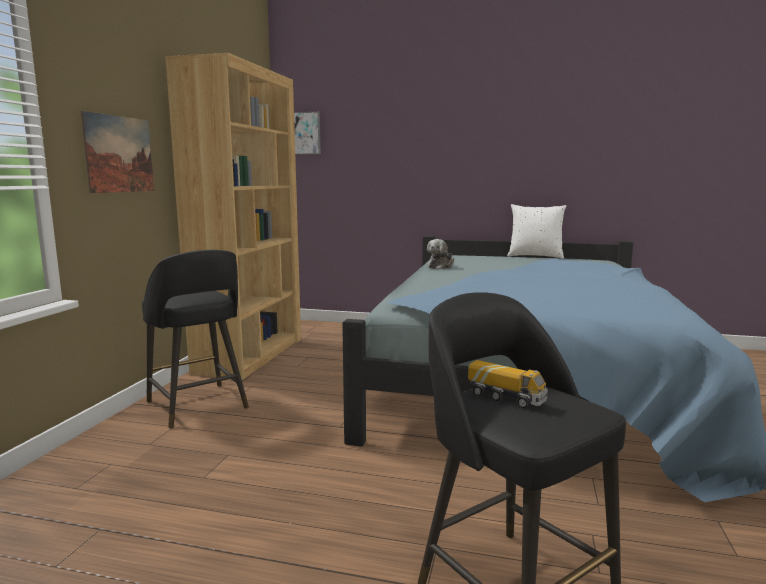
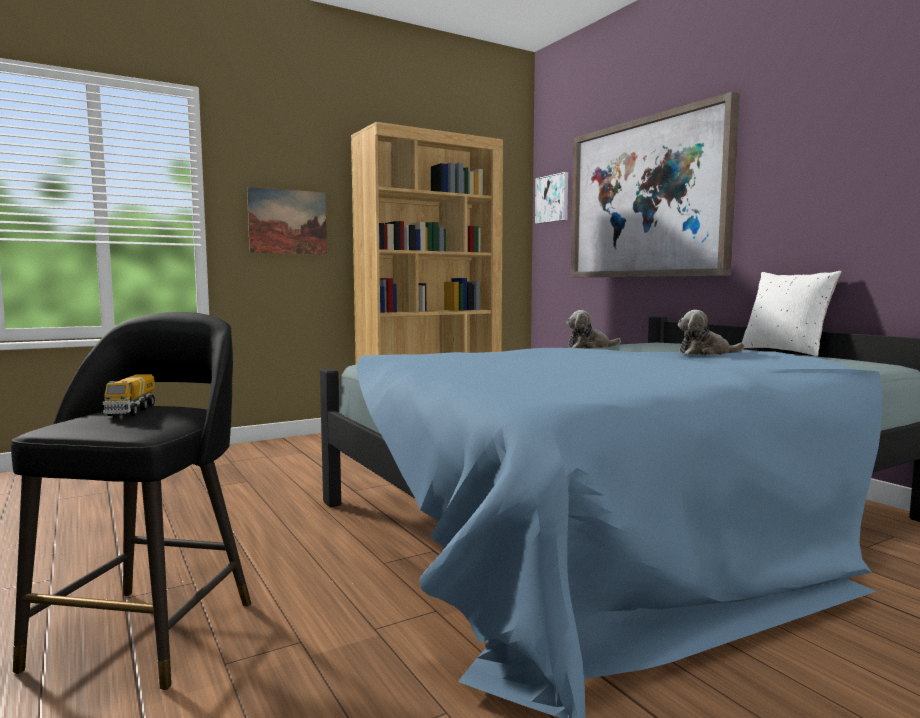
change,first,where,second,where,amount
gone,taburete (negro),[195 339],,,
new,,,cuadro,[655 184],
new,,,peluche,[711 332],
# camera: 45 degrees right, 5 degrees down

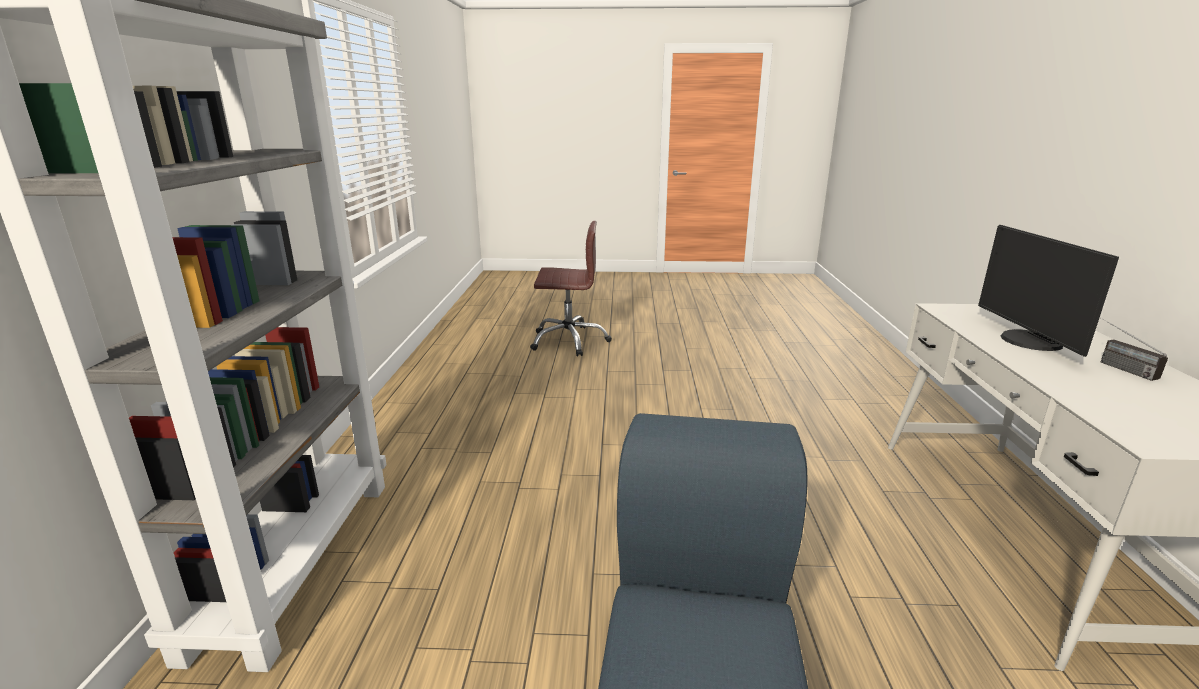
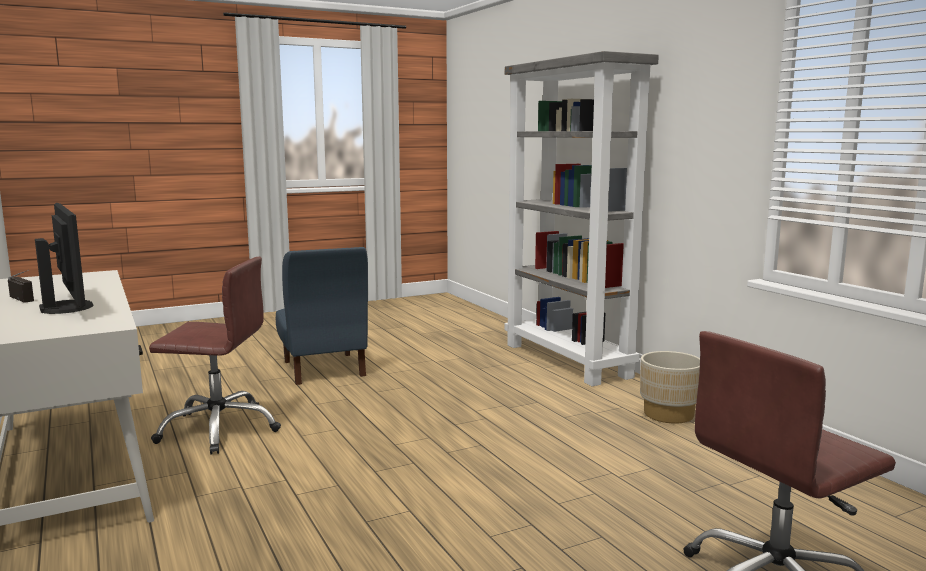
change,first,where,second,where,amount
new,,,silla de oficina (marrón),[215 355],
new,,,maceta (beis),[670 387],
# camera: 150 degrees right, 10 degrees down

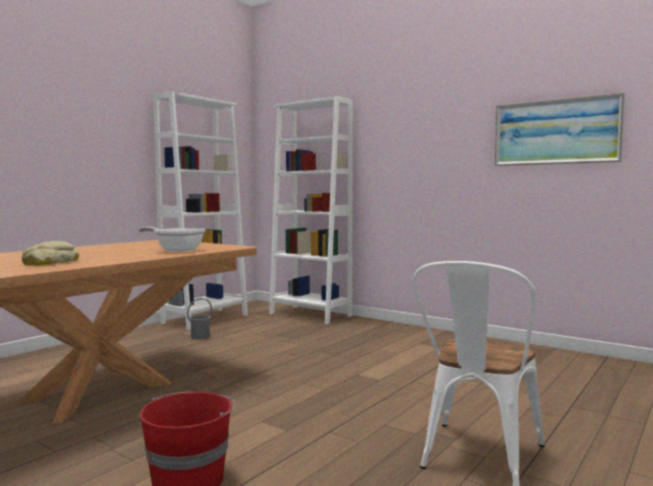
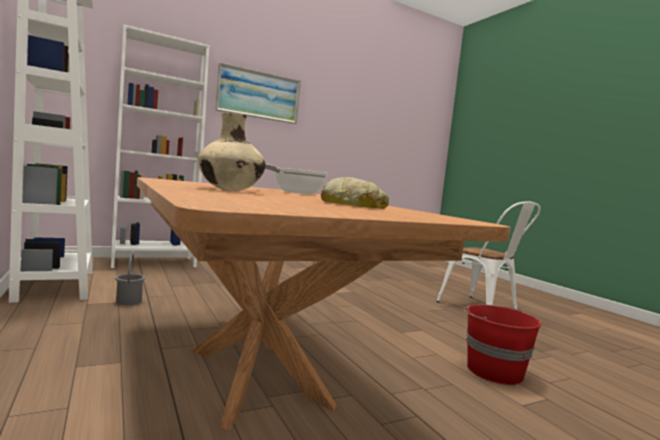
change,first,where,second,where,amount
new,,,florero (beis),[232 152],
shifted,cuadro,[560 129],,[258 93],
# camera: 65 degrees left, 0 degrees up

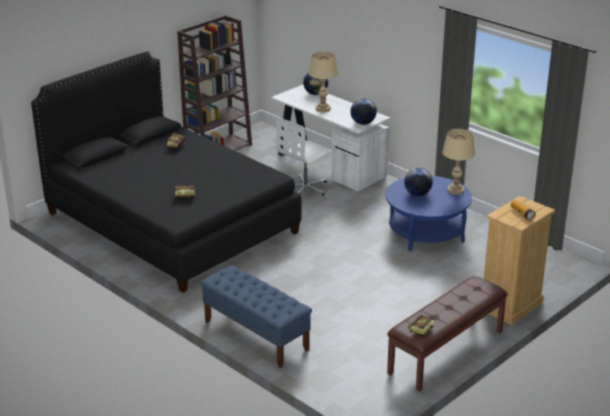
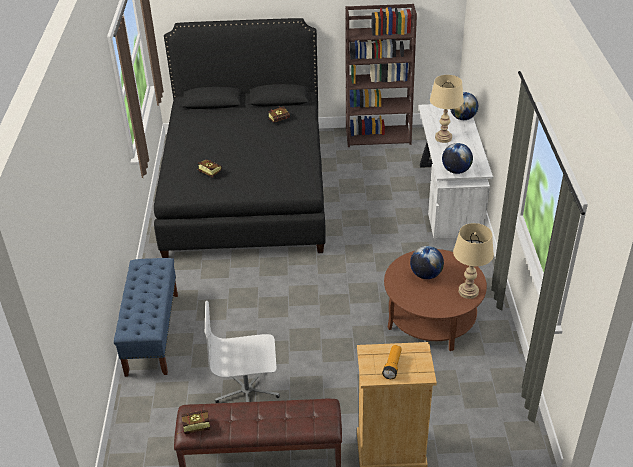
change,first,where,second,where,amount
shifted,silla de oficina (blanco),[304 156],,[242 352],
repainted,mesa de centro (azul),[428 213],mesa de centro (marrón),[435 300],
# camera: 45 degrees right, 10 degrees up

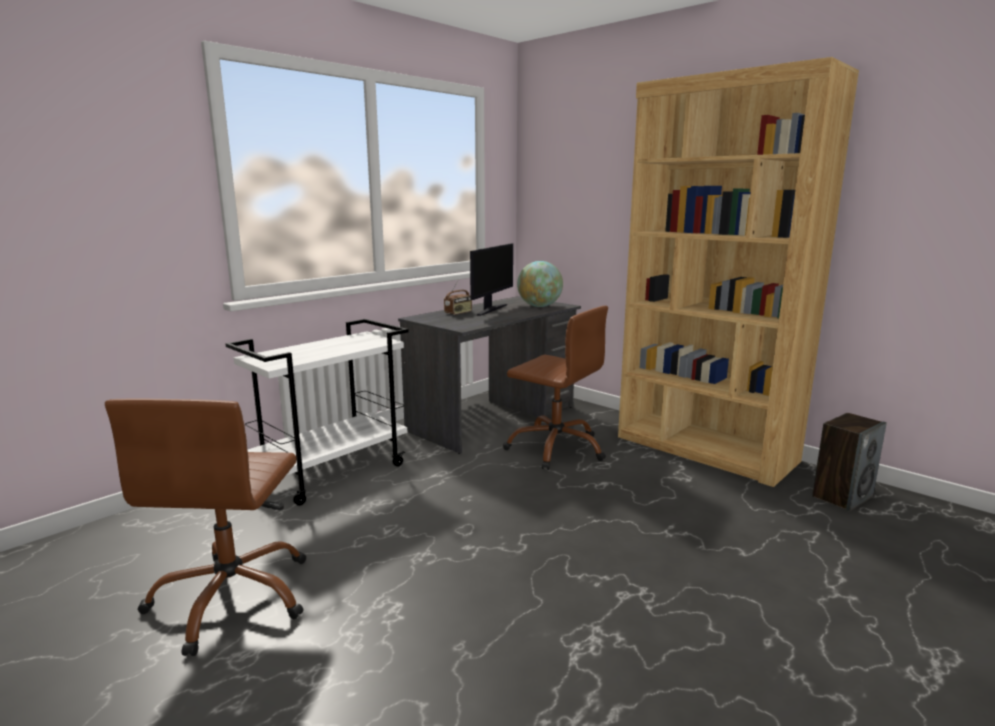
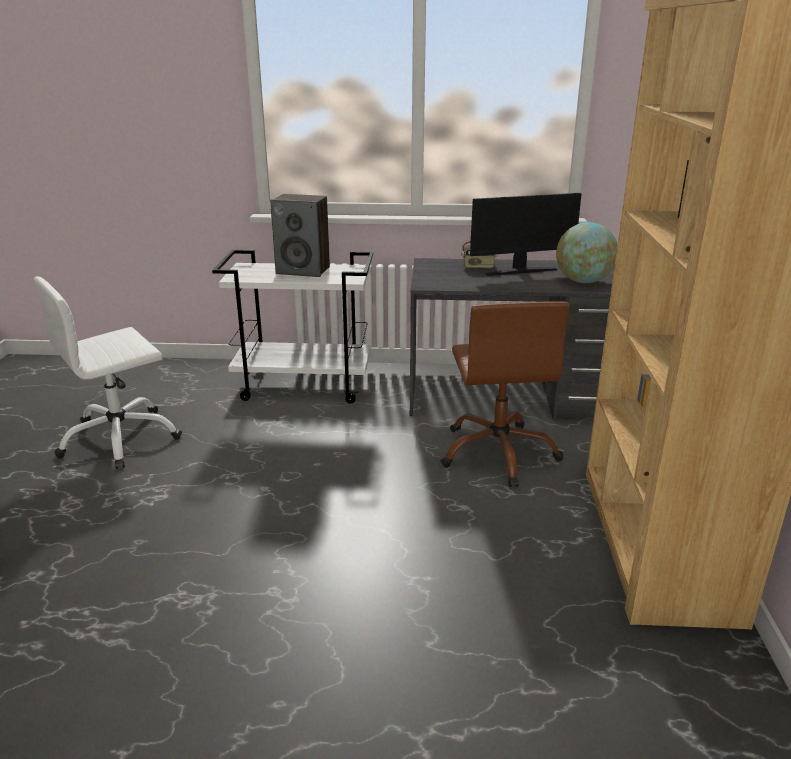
change,first,where,second,where,amount
shifted,altavoz,[849 462],,[300 235],
repainted,silla de oficina (marrón),[205 527],silla de oficina (blanco),[108 372],
# camera: 50 degrees right, 10 degrees up

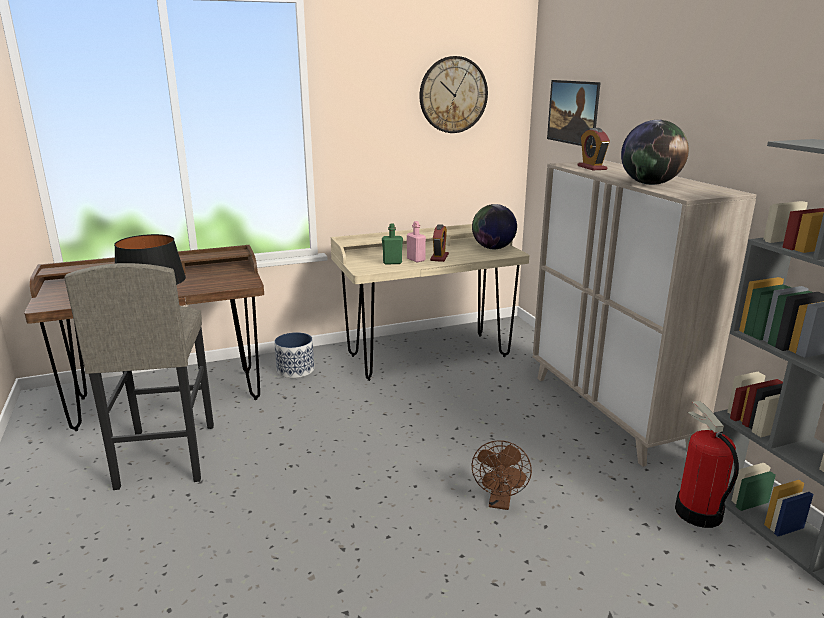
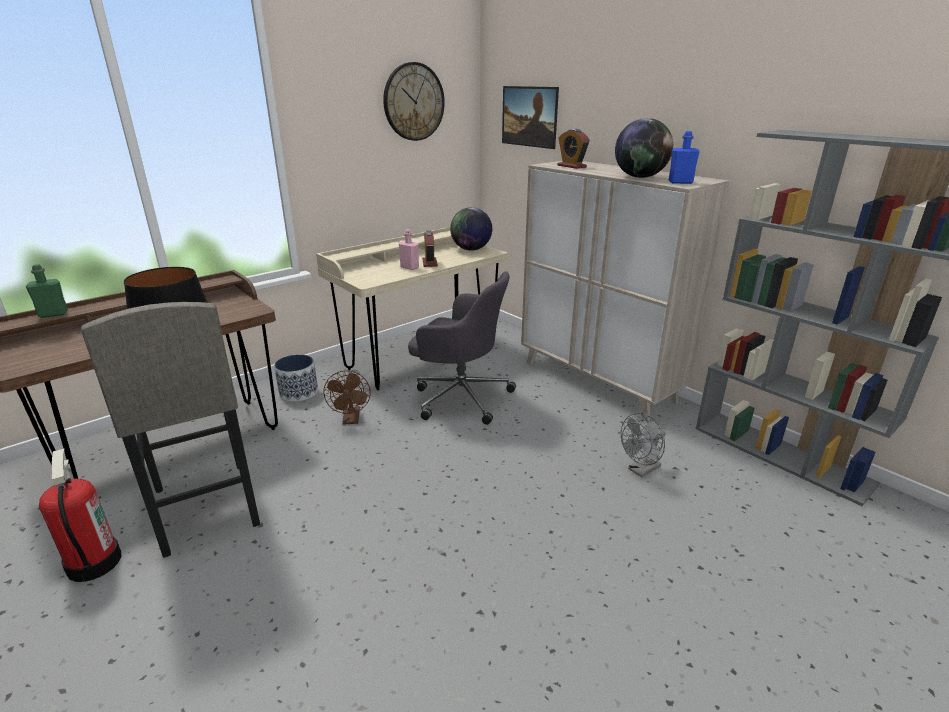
change,first,where,second,where,amount
new,,,silla de oficina (gris),[462 348],
new,,,ventilador (gris),[643 445],
new,,,botella (azul),[684 157],
shifted,botella (verde),[392 244],,[47 291],
shifted,ventilador (marrón),[501 475],,[347 397],
shifted,extintor,[707 464],,[80 515],
# camera: 20 degrees left, 5 degrees up

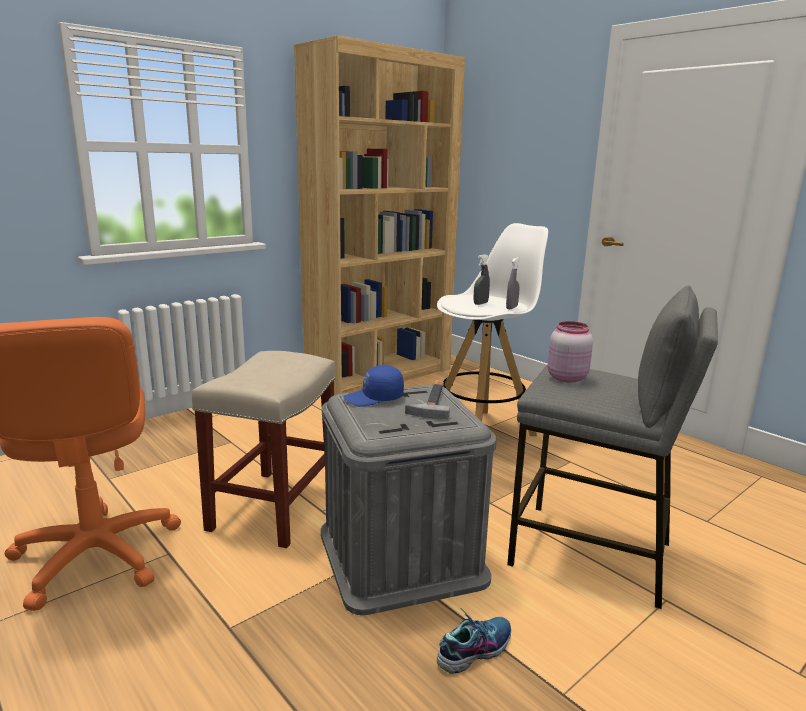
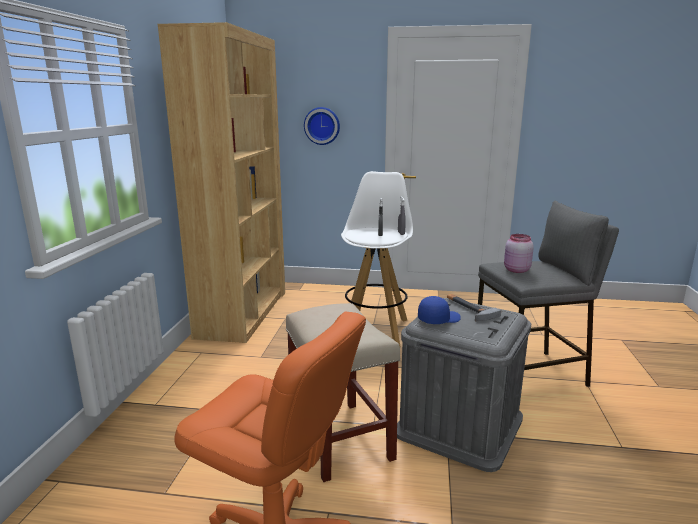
change,first,where,second,where,amount
gone,zapato,[474 641],,,
new,,,reloj de pared,[322 126],
rotated,gorra (azul),[374 386],,[439 310],150 degrees counterclockwise
# camera: 40 degrees left, 0 degrees up

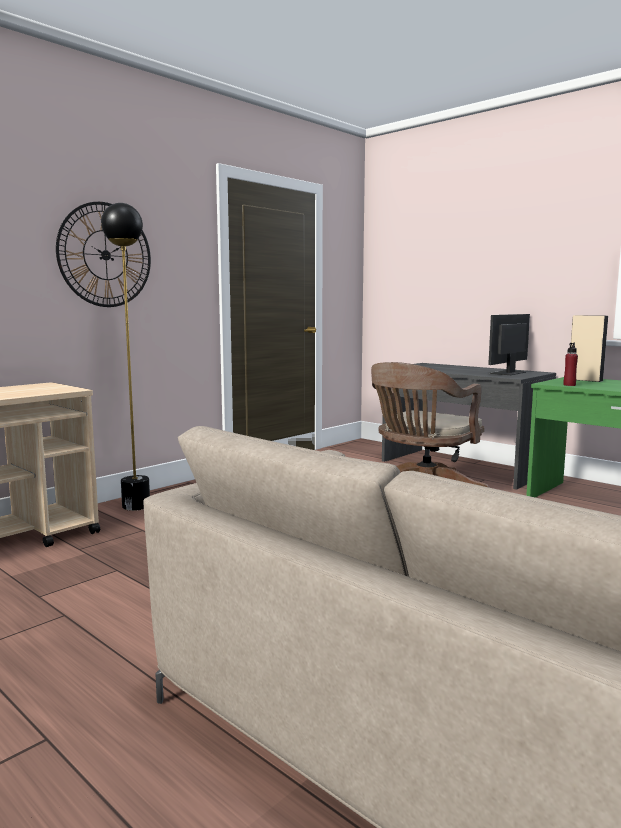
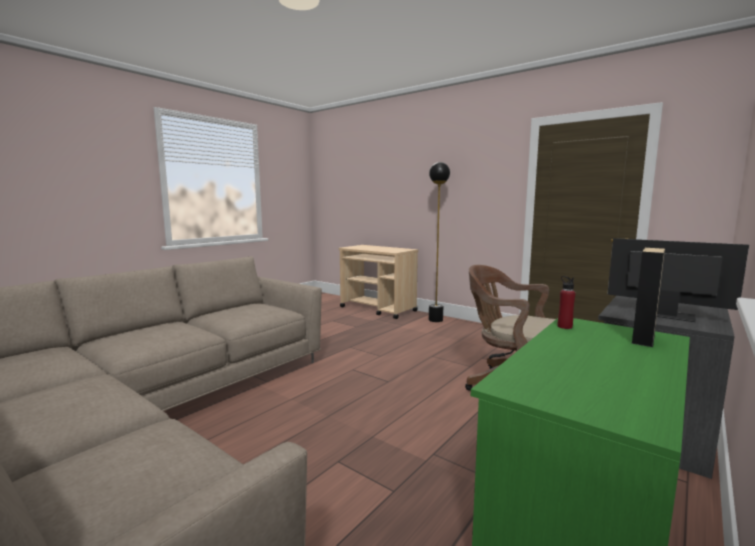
change,first,where,second,where,amount
gone,reloj de pared,[103 254],,,
# camera: 85 degrees right, 0 degrees up

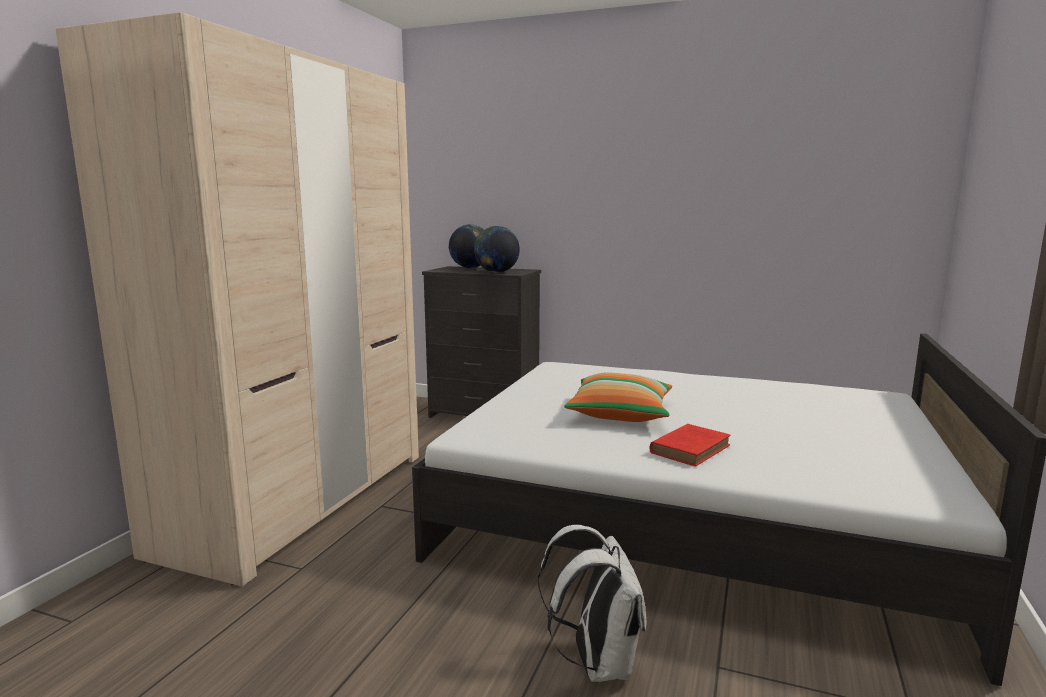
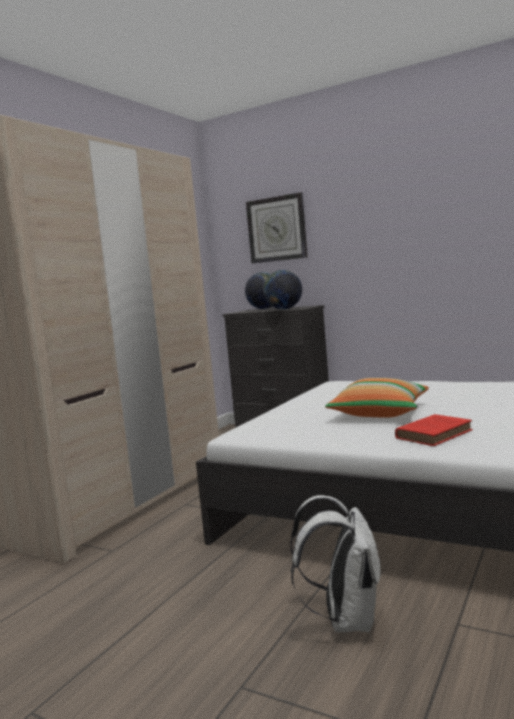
change,first,where,second,where,amount
new,,,reloj de pared,[277 228],
# camera: 10 degrees right, 5 degrees down

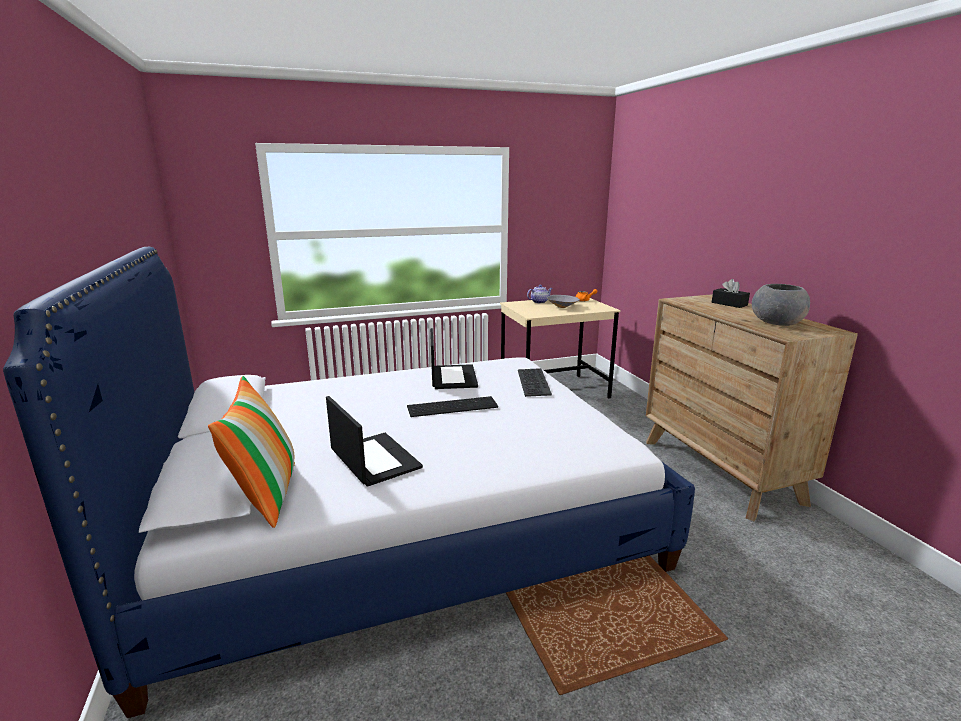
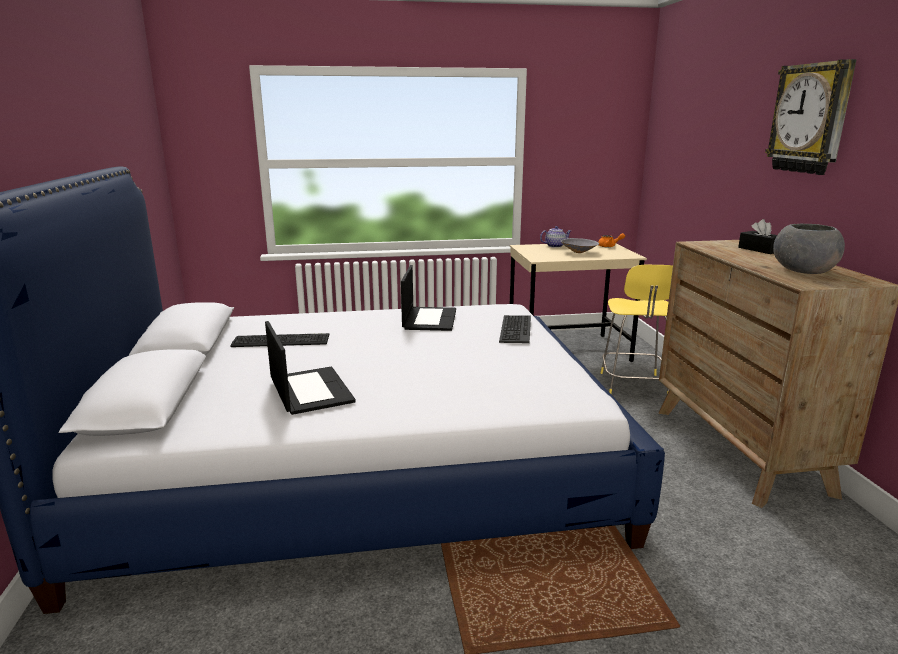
change,first,where,second,where,amount
gone,cojín,[251 452],,,
new,,,taburete (amarillo),[637 329],
new,,,reloj de pared,[810 117],
shifted,teclado,[452 406],,[279 340],
# camera: 10 degrees right, 0 degrees up

